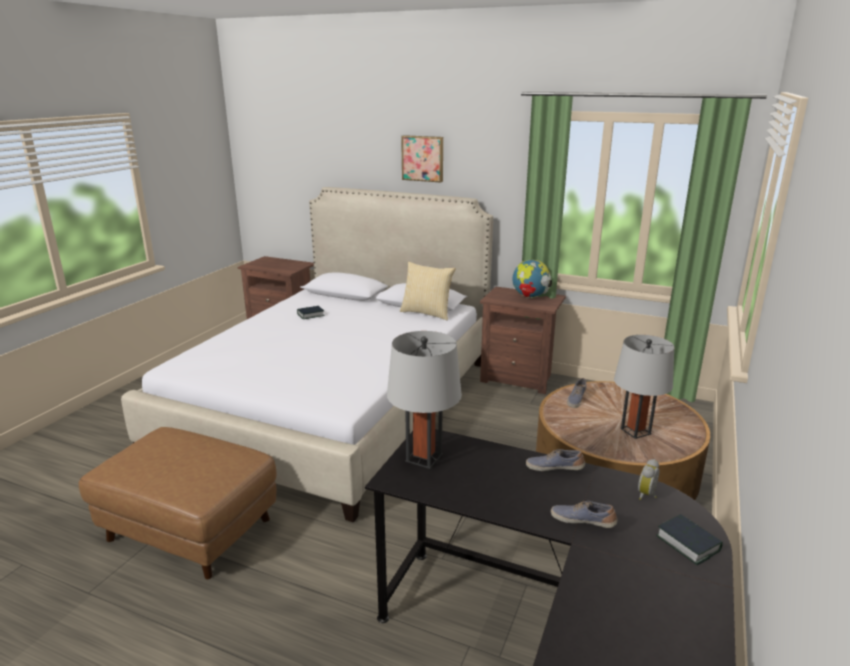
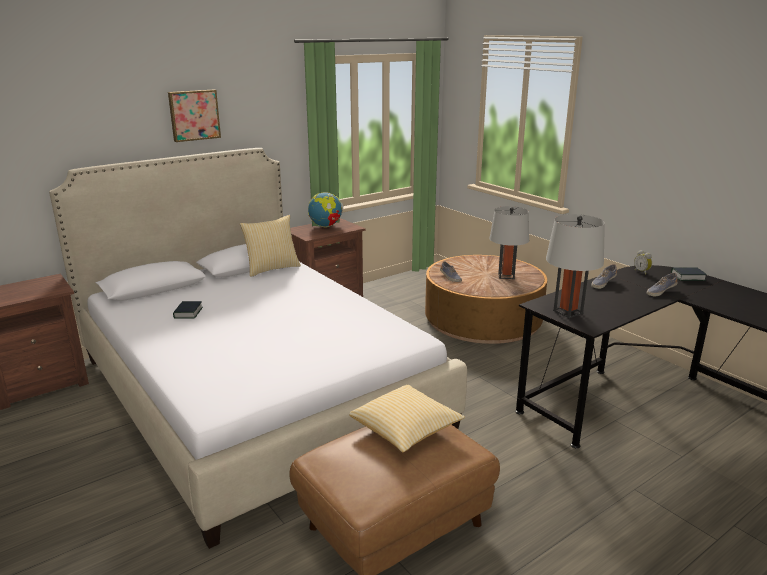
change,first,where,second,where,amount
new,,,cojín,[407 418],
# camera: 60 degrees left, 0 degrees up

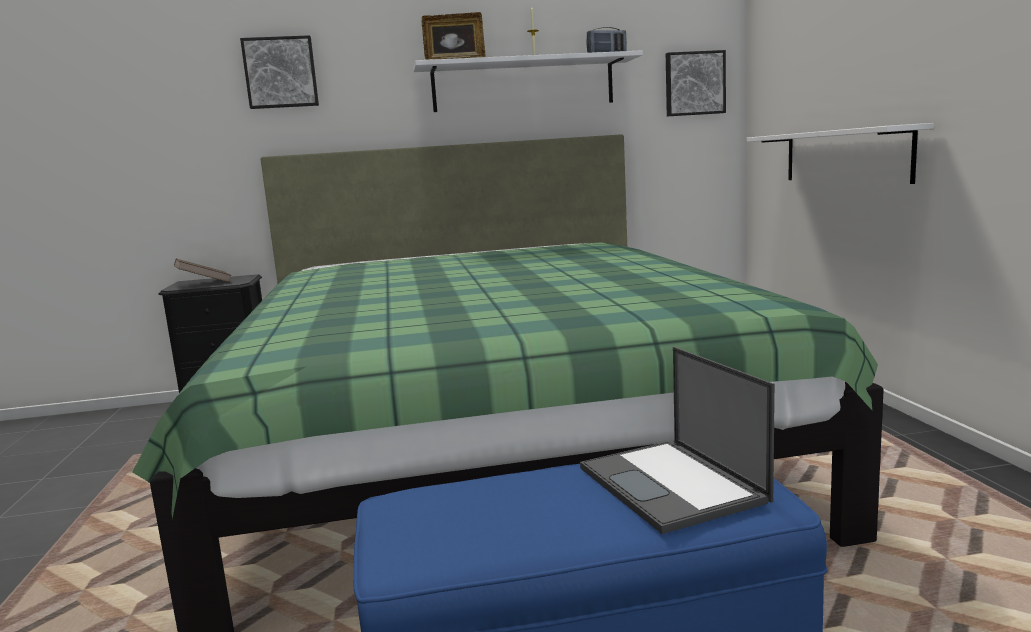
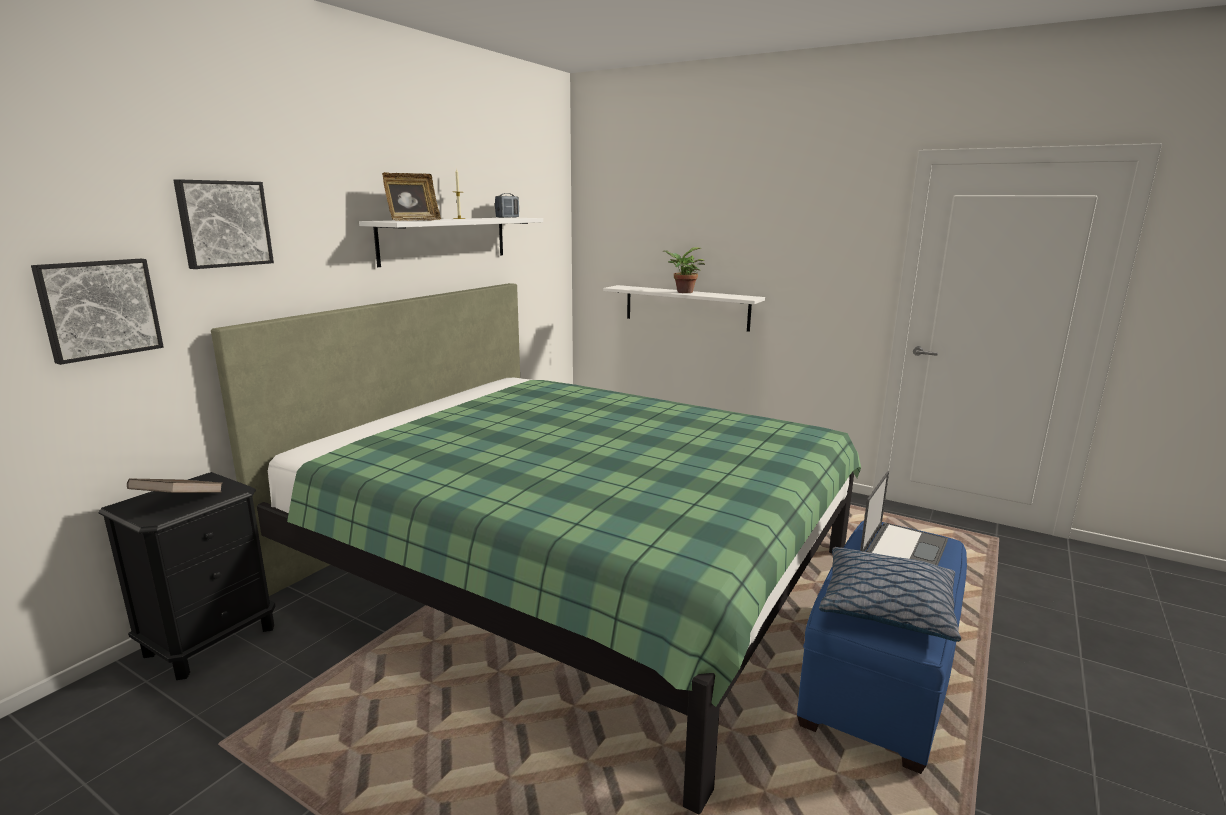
change,first,where,second,where,amount
new,,,planta en maceta,[684 270],
new,,,cojín,[890 594],
shifted,cuadro,[696 83],,[97 312],
rotated,portátil,[677 440],,[904 518],75 degrees counterclockwise
# camera: 50 degrees left, 5 degrees up

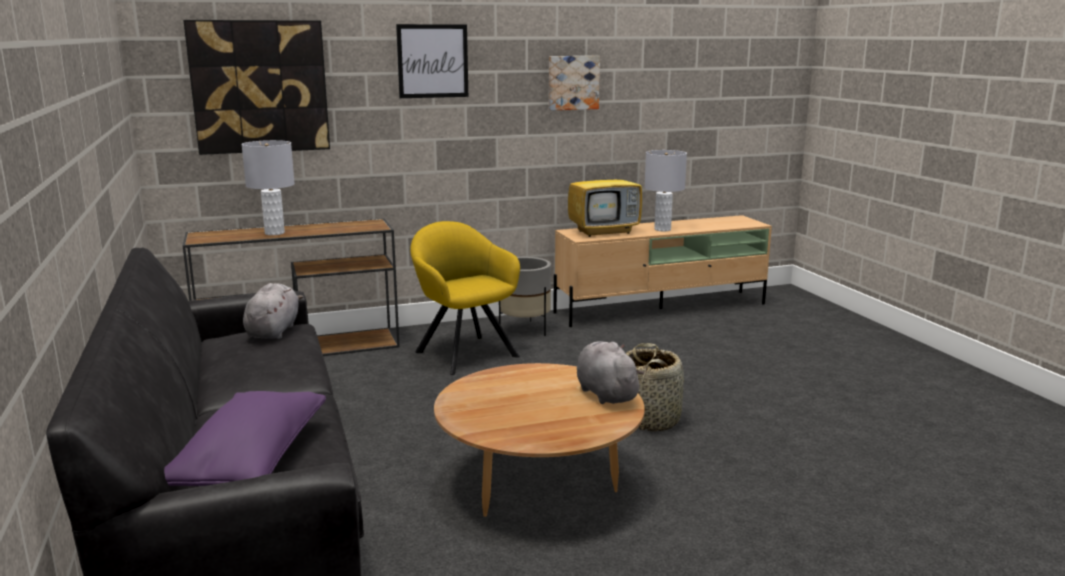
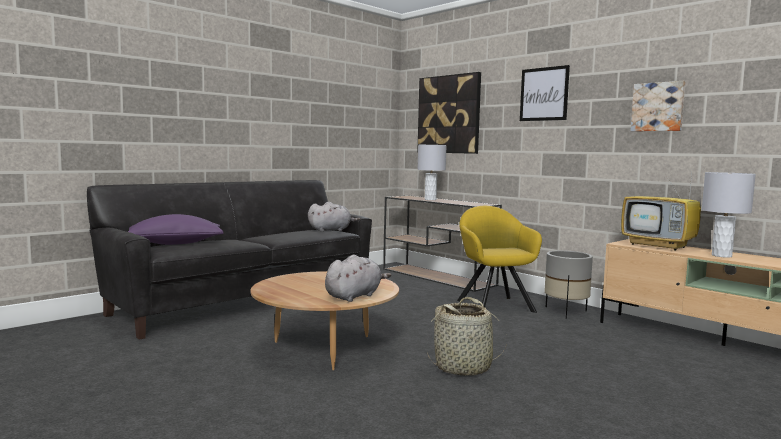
change,first,where,second,where,amount
rotated,sillón (amarillo),[465 298],,[499 259],45 degrees counterclockwise
# camera: 65 degrees right, 10 degrees down

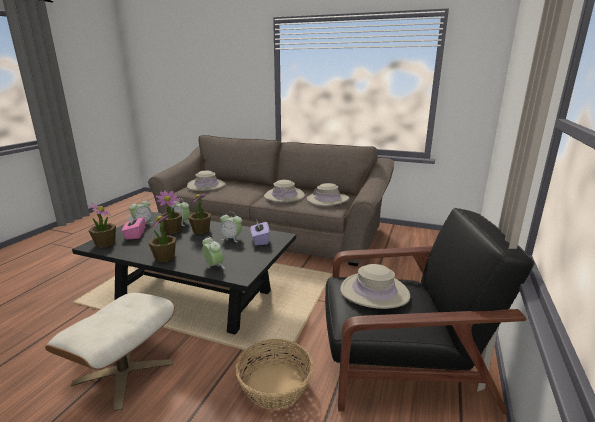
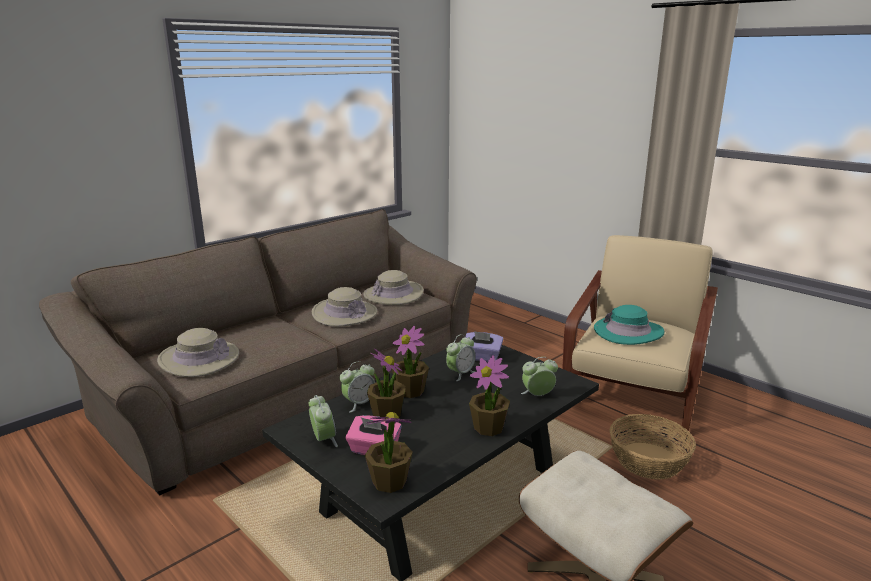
change,first,where,second,where,amount
repainted,sillón (negro),[429 311],sillón (beis),[640 334],
repainted,sombrero (beis),[375 286],sombrero (turquesa),[629 325],
# camera: 65 degrees left, 0 degrees up

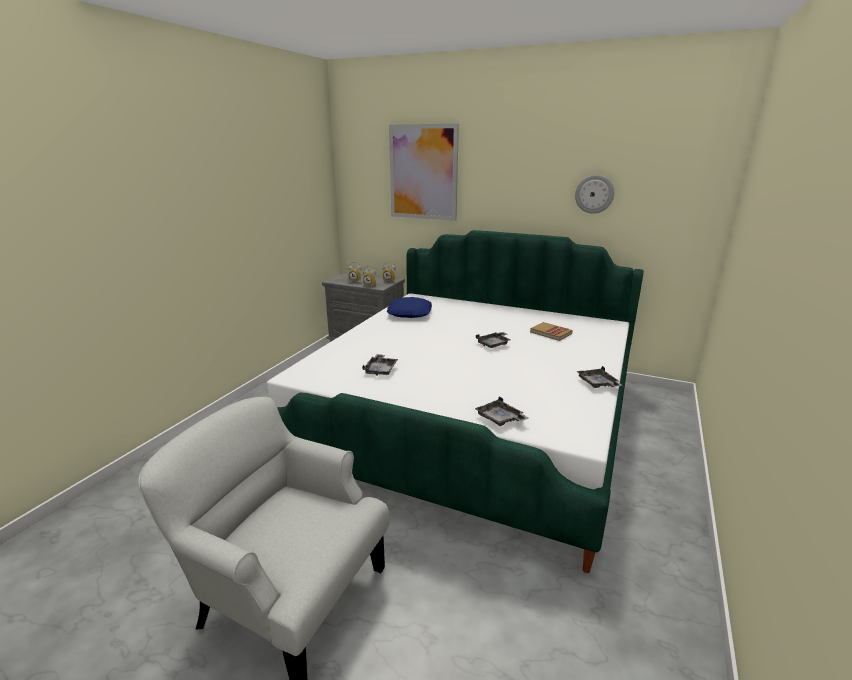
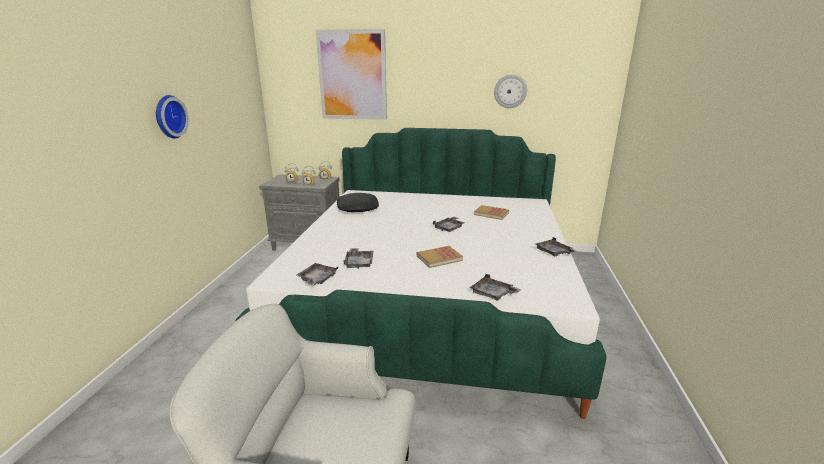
change,first,where,second,where,amount
new,,,reloj de pared,[172 117],
new,,,bandeja (gris),[317 274],
new,,,libro,[440 257],
repainted,cojín (azul),[409 307],cojín (negro),[358 202],
# camera: 15 degrees left, 0 degrees up

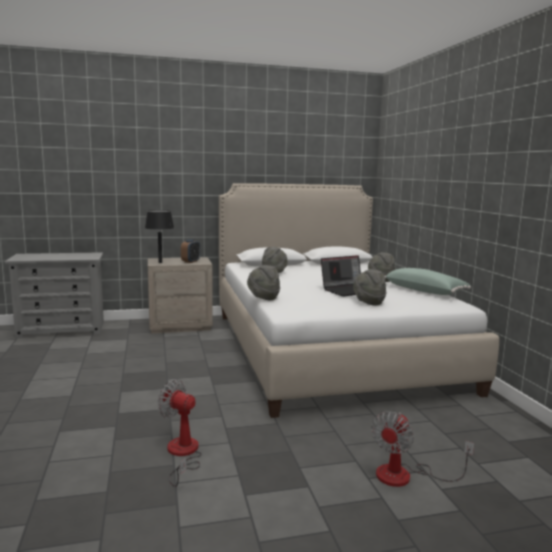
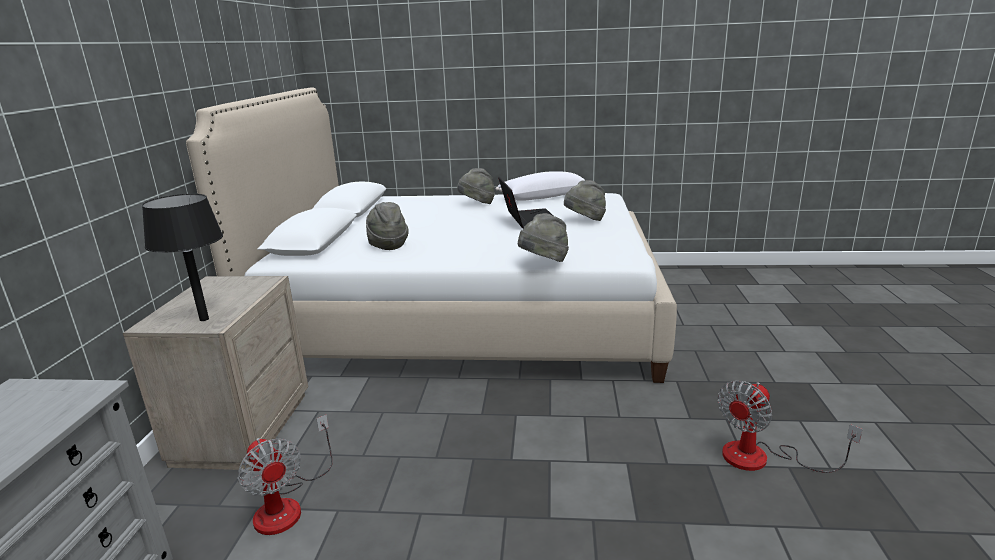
change,first,where,second,where,amount
gone,despertador,[190 251],,,
shifted,ventilador,[423 449],,[285 475],
repainted,cojín (verde),[428 281],cojín (blanco),[540 186],
# camera: 70 degrees left, 10 degrees up

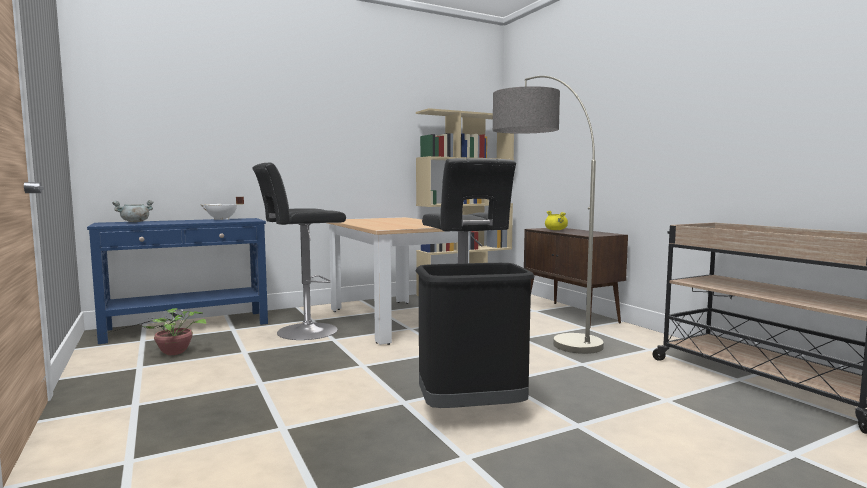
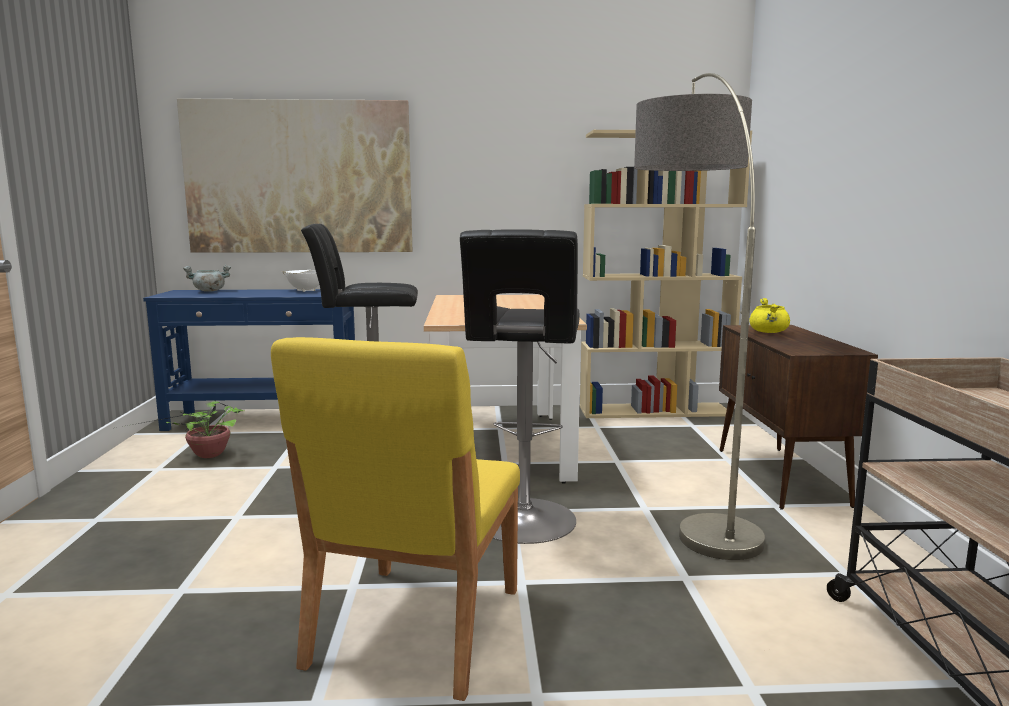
change,first,where,second,where,amount
new,,,cuadro,[294 175],
swapped,papelera (negro),[475 335],silla (amarillo),[395 519],
# camera: 25 degrees right, 5 degrees up

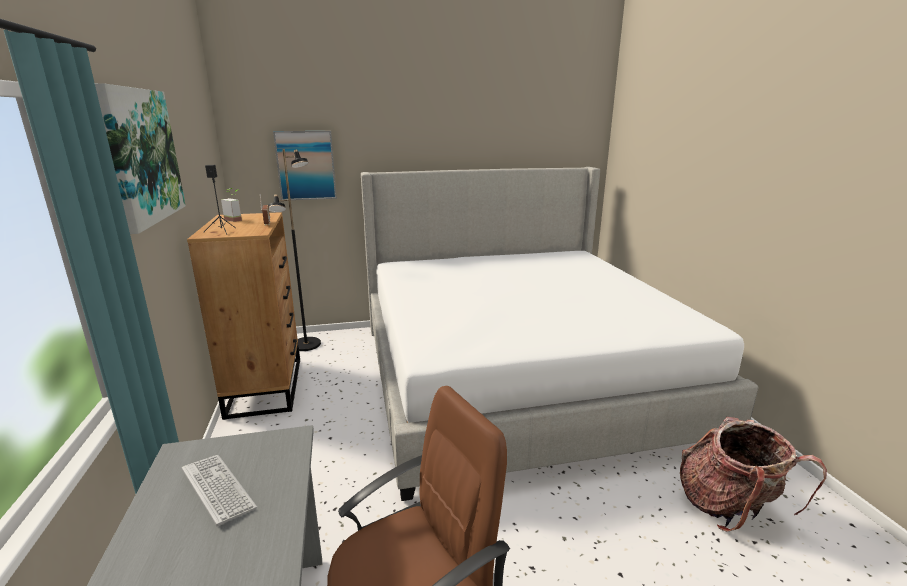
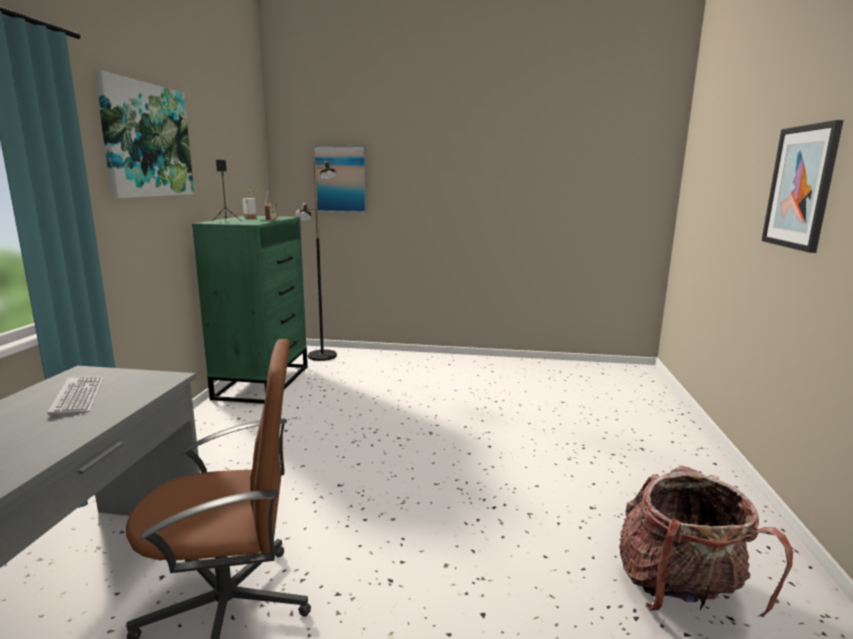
change,first,where,second,where,amount
gone,cama,[560 334],,,
new,,,cuadro,[803 186],
repainted,cómoda (marrón),[243 316],cómoda (verde),[250 310],
# camera: 20 degrees right, 5 degrees down

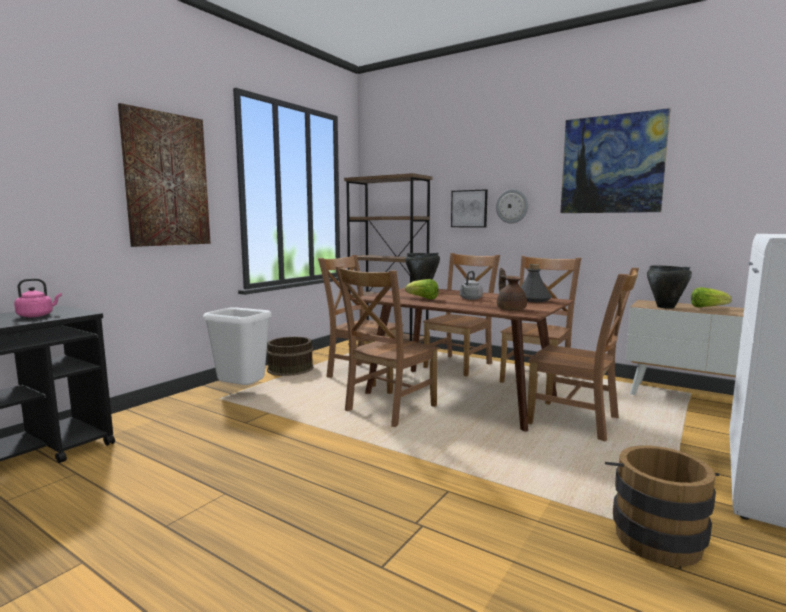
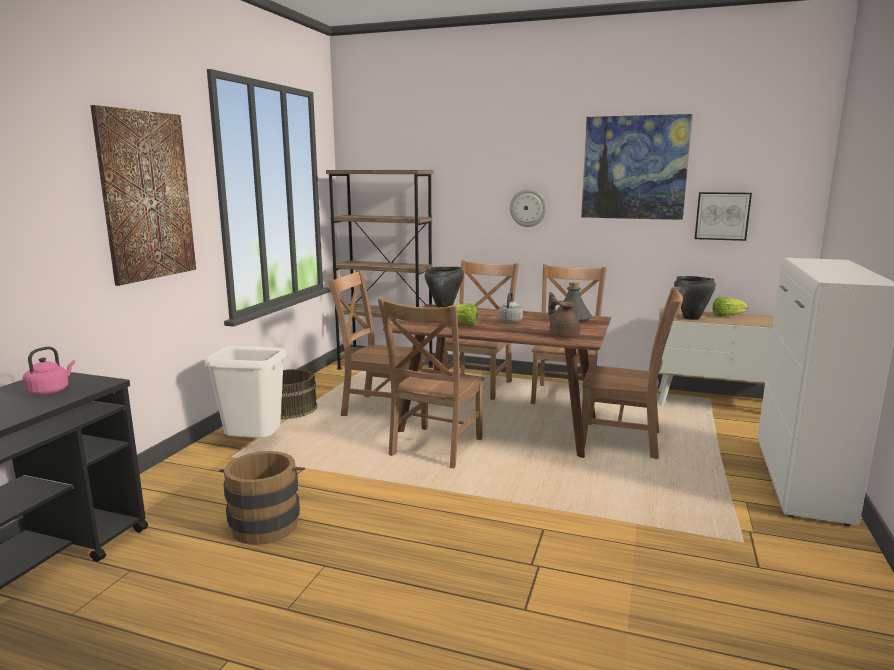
change,first,where,second,where,amount
shifted,cuadro,[469 208],,[723 216],
shifted,cubo (marrón),[662 506],,[262 498],
# camera: 15 degrees left, 5 degrees up

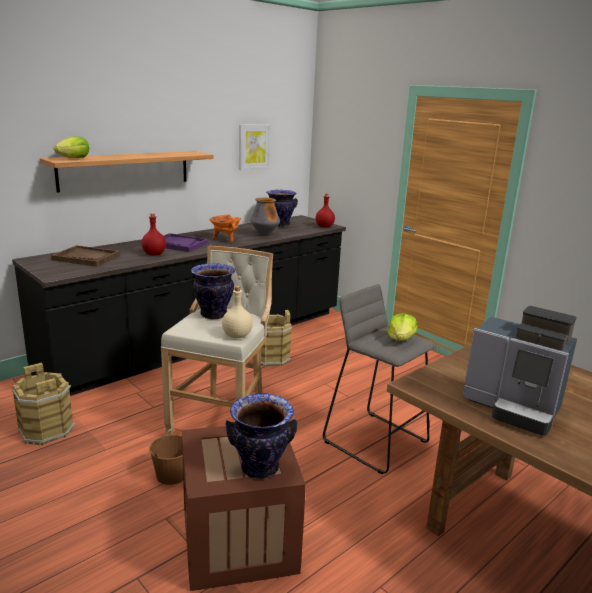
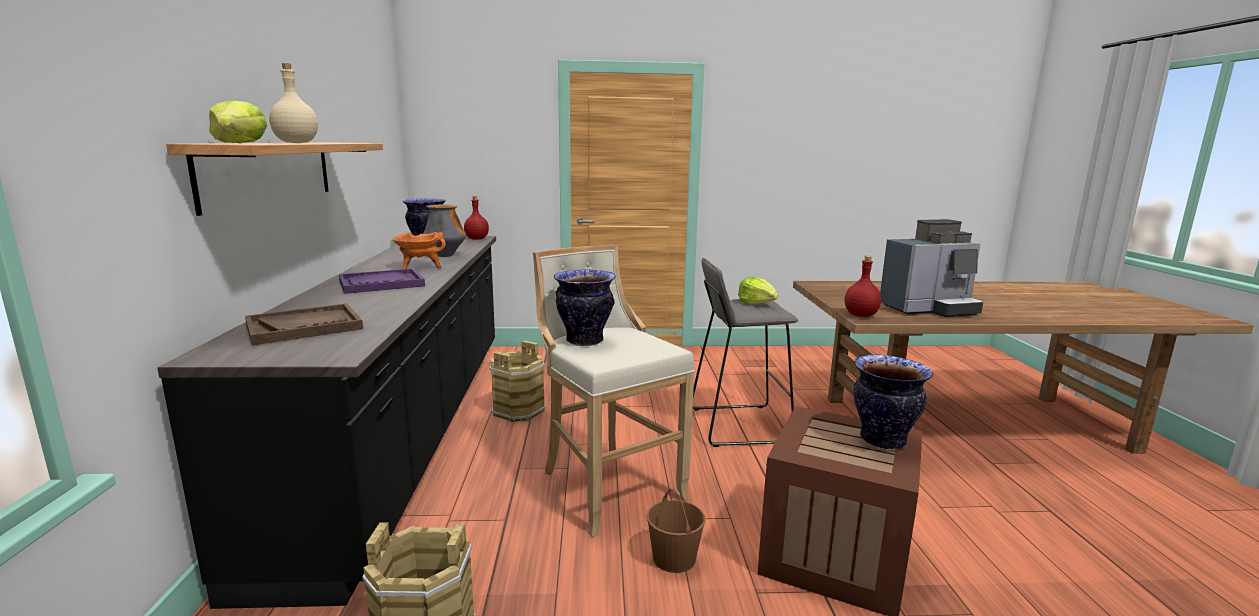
change,first,where,second,where,amount
gone,cuadro,[255 147],,,
shifted,botella (rojo),[154 234],,[863 286],
shifted,botella (beis),[237 312],,[293 103],
# camera: 50 degrees left, 5 degrees down

